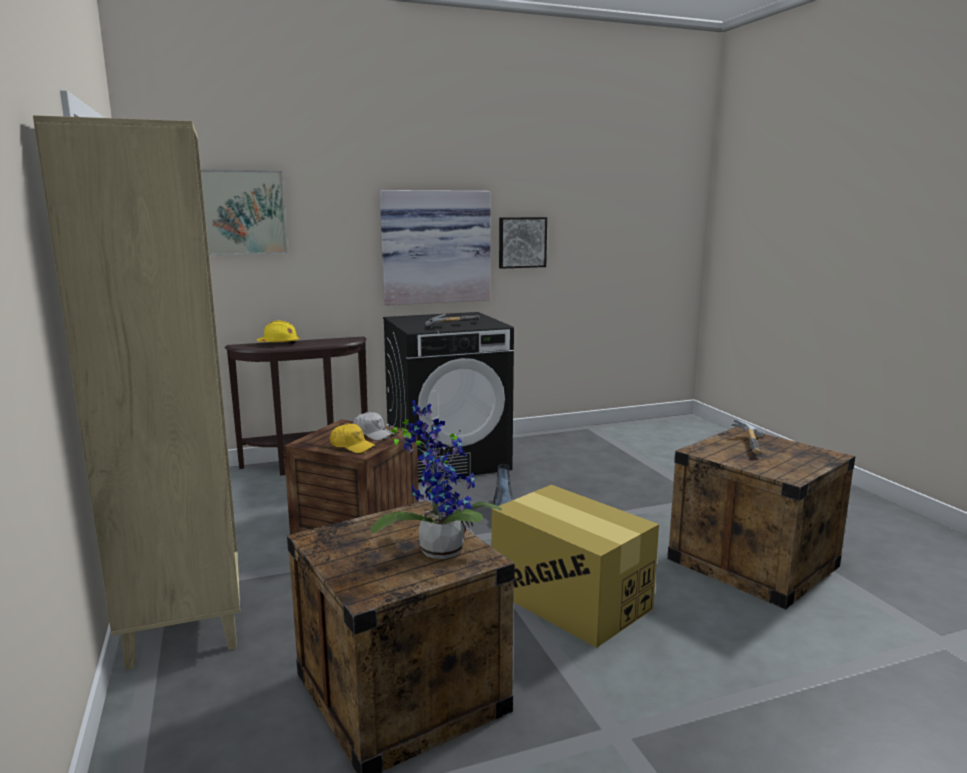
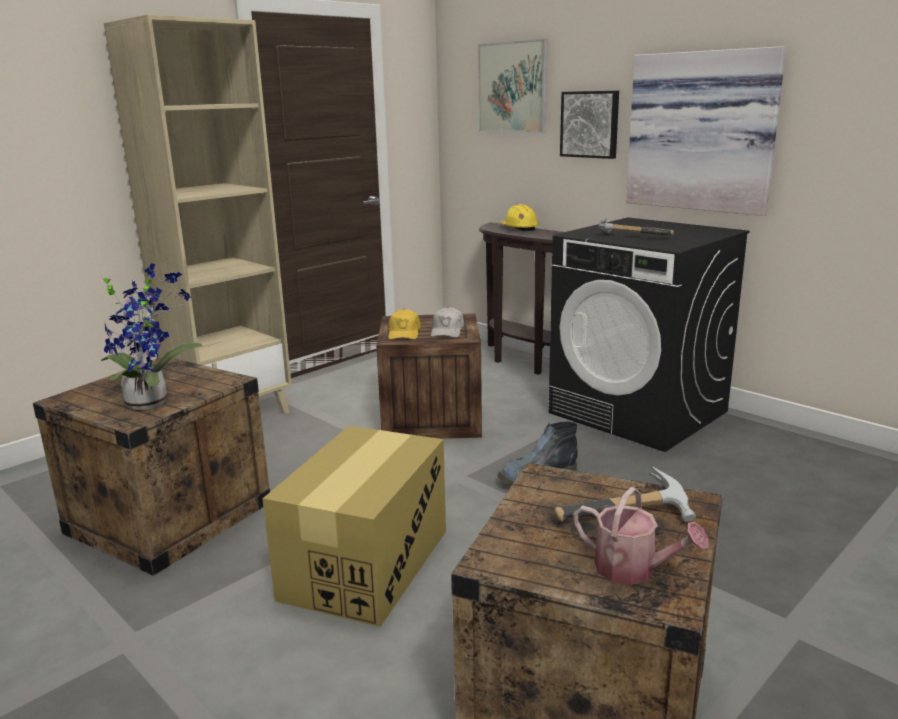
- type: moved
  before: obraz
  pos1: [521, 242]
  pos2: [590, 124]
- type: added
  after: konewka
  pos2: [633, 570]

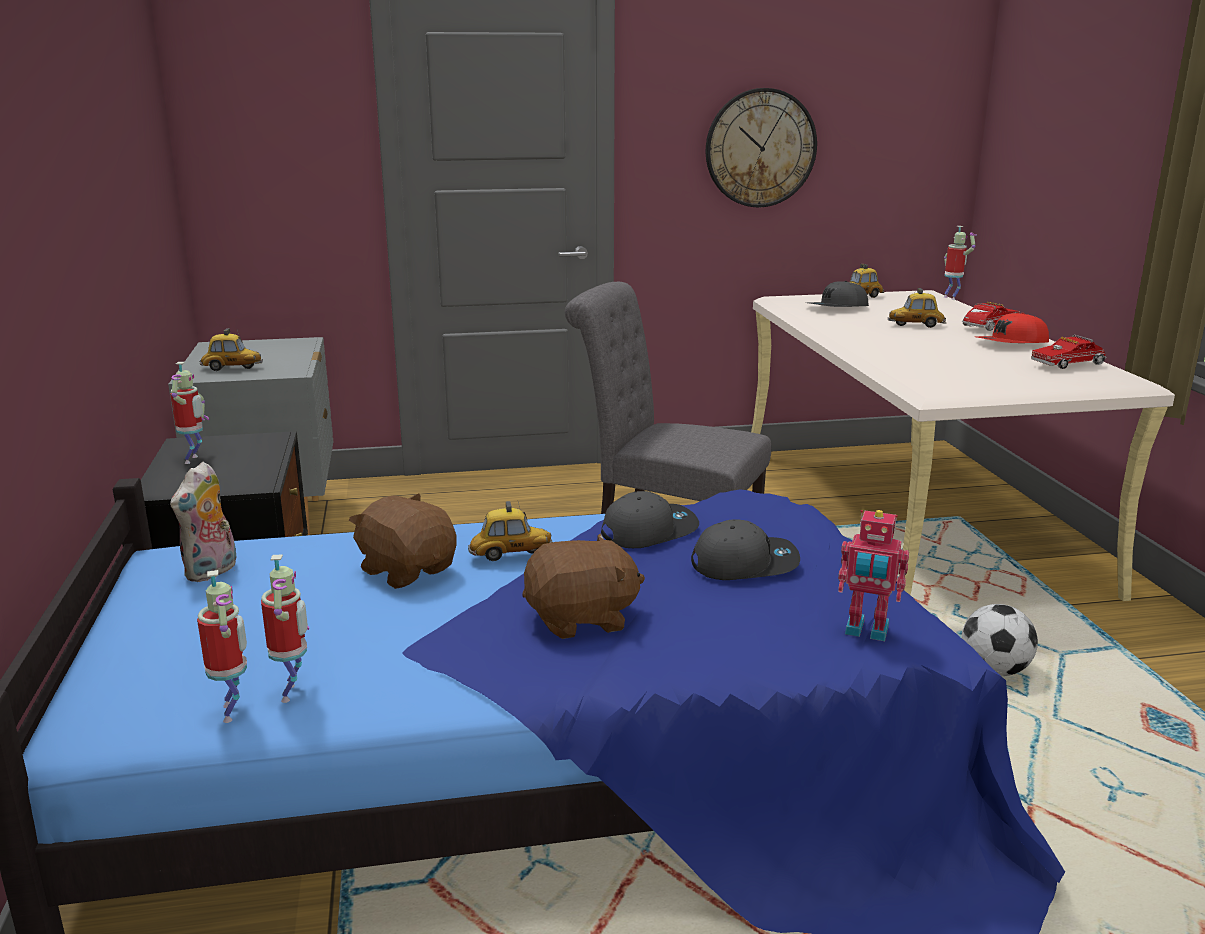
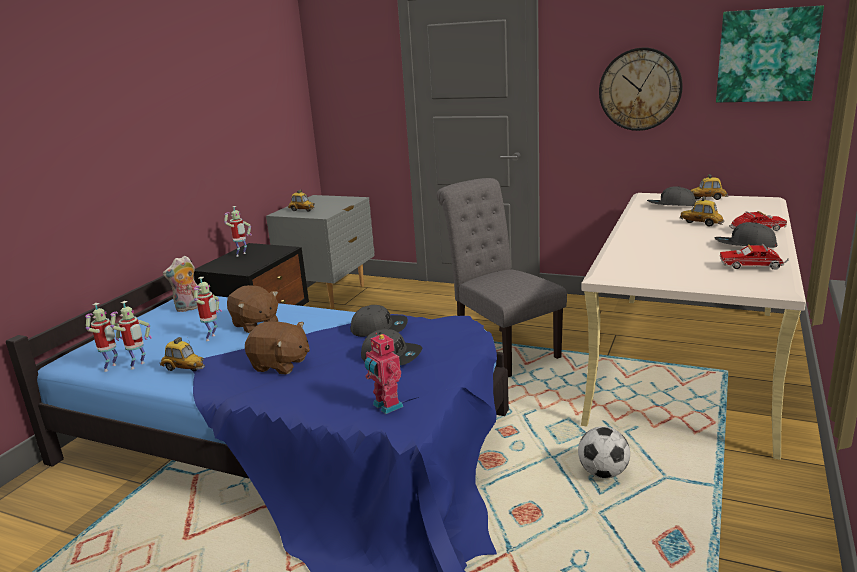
- type: moved
  before: robot zabawkowy
  pos1: [951, 298]
  pos2: [212, 338]
- type: recoloured
  before: czapka z daszkiem/czerwony
  after: czapka z daszkiem/szary
  pos1: [1011, 344]
  pos2: [744, 245]
- type: turned
  before: pluszak/brązowy
  pos1: [407, 570]
  pos2: [255, 324]
  turn: 150
- type: moved
  before: samochodzik
  pos1: [510, 554]
  pos2: [184, 368]
- type: added
  after: obraz
  pos2: [767, 55]

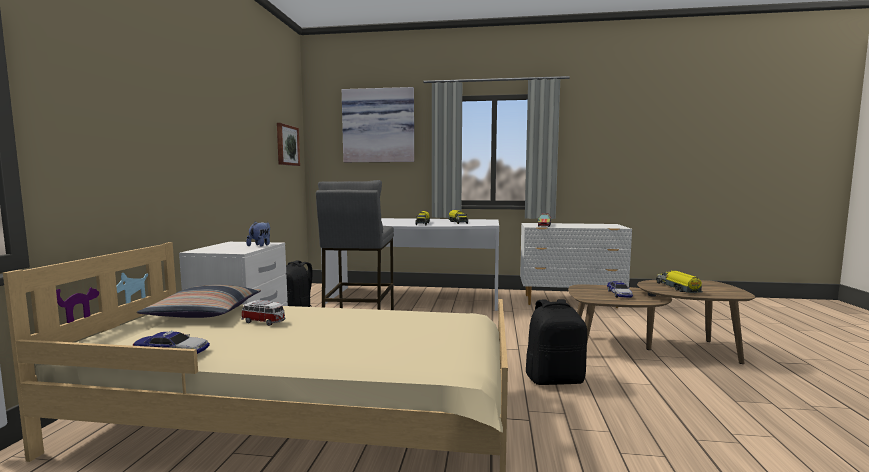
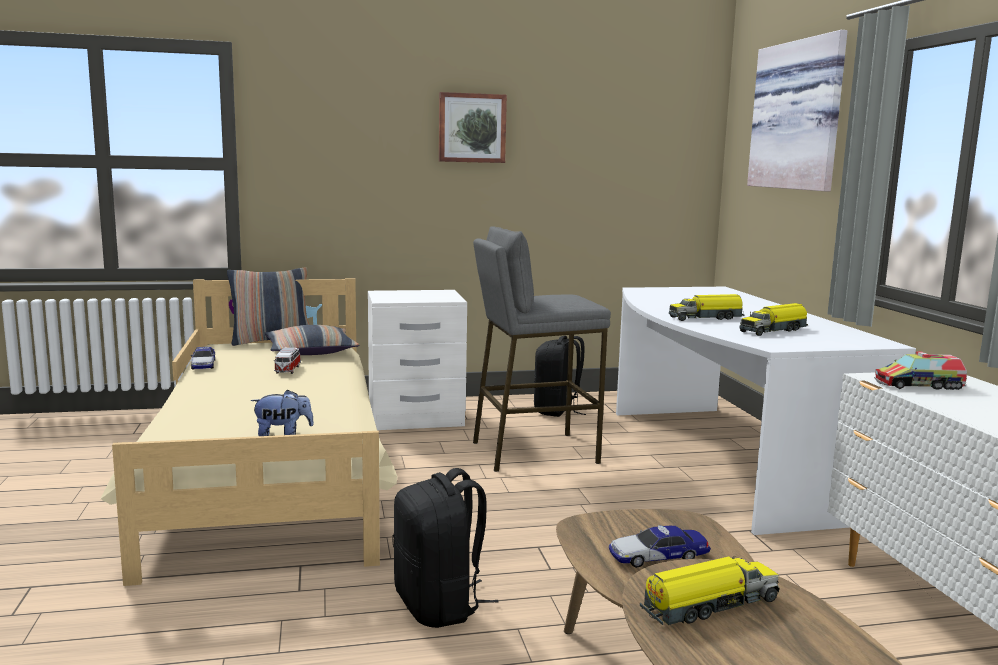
- type: moved
  before: obraz
  pos1: [287, 145]
  pos2: [472, 128]
- type: moved
  before: pluszak
  pos1: [260, 245]
  pos2: [283, 434]
- type: added
  after: poduszka
  pos2: [271, 341]

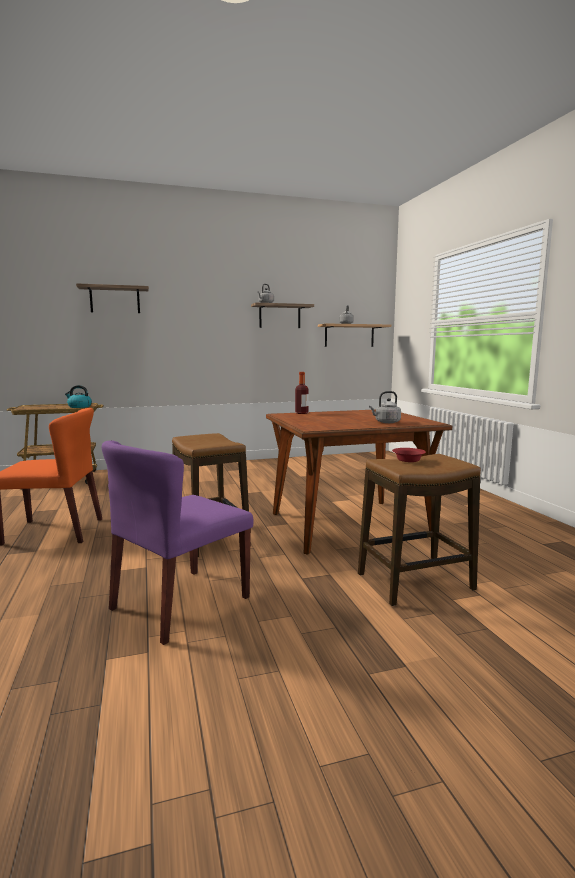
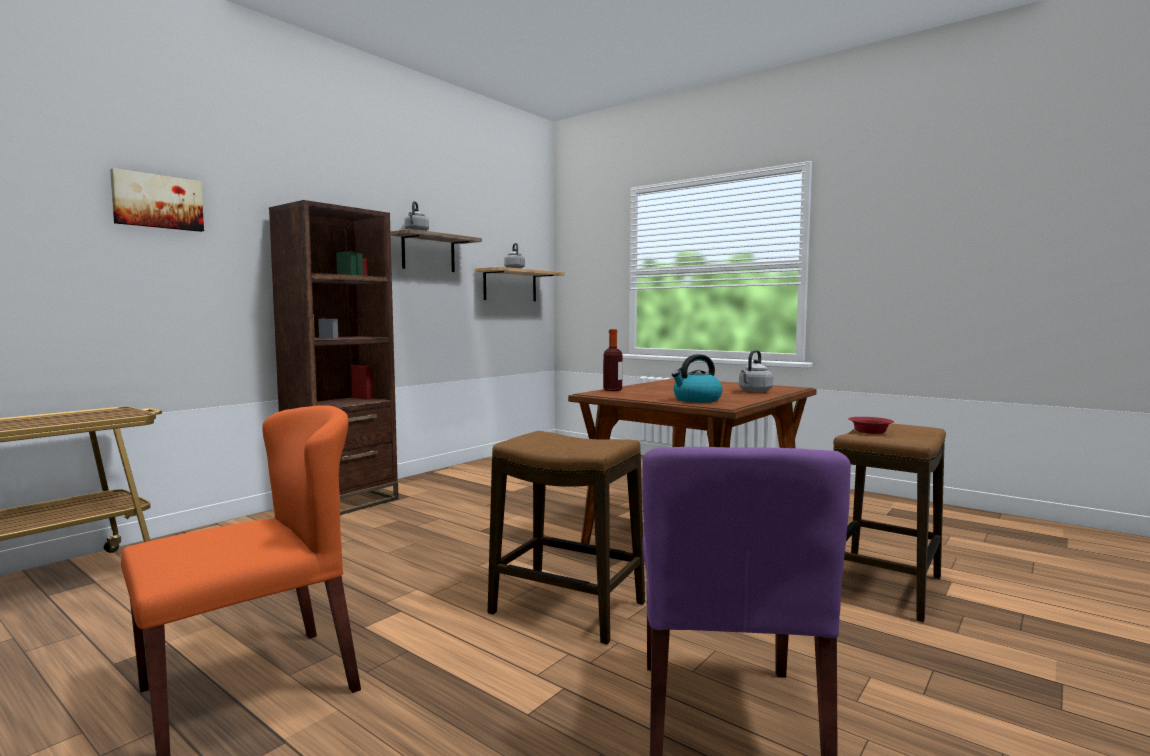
- type: replaced
  before: półka
  after: obraz
  pos1: [115, 300]
  pos2: [158, 202]
- type: moved
  before: czajnik
  pos1: [79, 407]
  pos2: [696, 400]
- type: added
  after: regał/brązowy
  pos2: [342, 504]

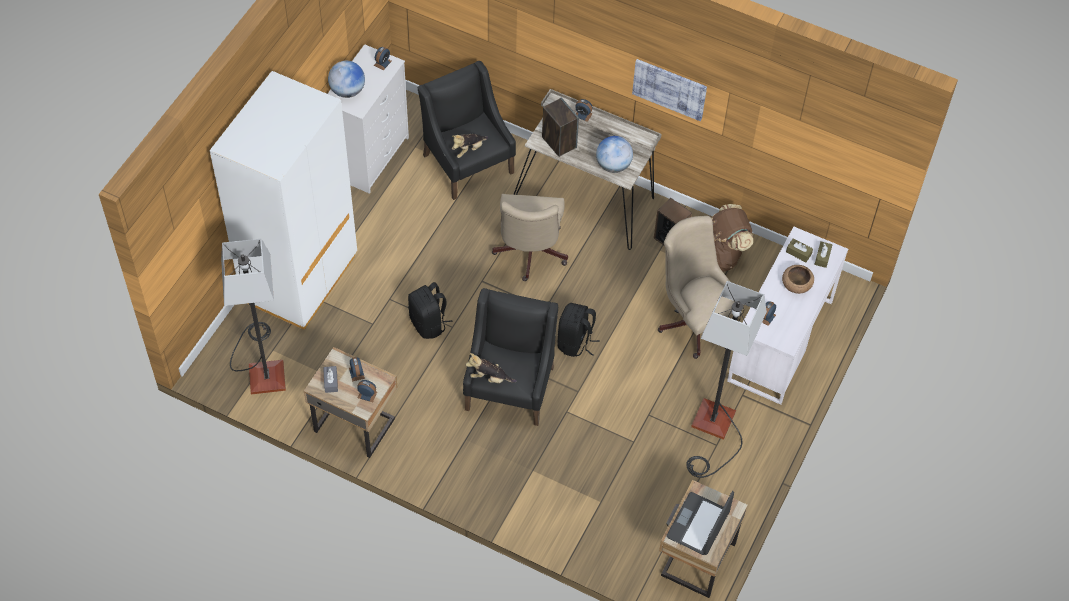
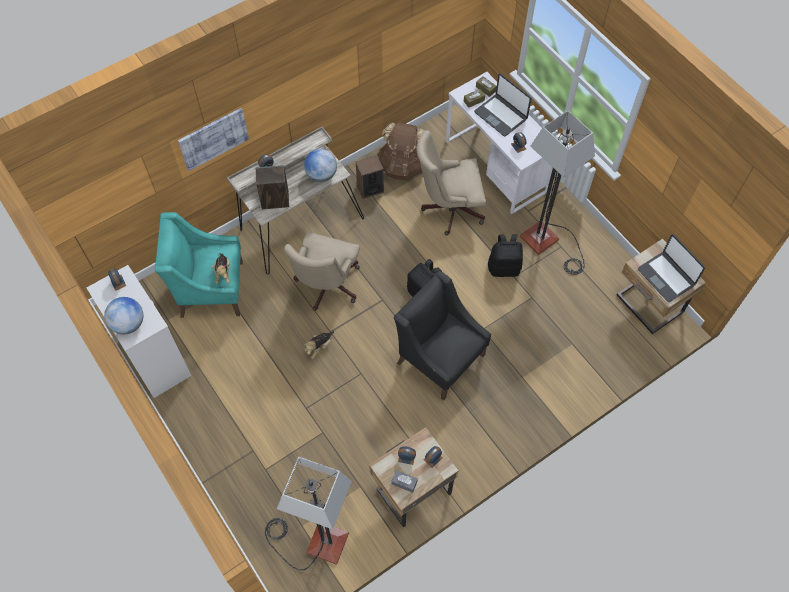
- type: moved
  before: obraz
  pos1: [669, 89]
  pos2: [213, 138]
- type: recoloured
  before: fotel/czarny
  after: fotel/turkusowy
  pos1: [468, 163]
  pos2: [210, 288]
- type: removed
  before: szafa/biały
  pos1: [300, 280]
- type: turned
  before: krzesło biurowe/beżowy
  pos1: [529, 254]
  pos2: [326, 287]
  turn: 75
- type: replaced
  before: miska/brązowy
  after: laptop
  pos1: [796, 285]
  pos2: [501, 115]
- type: moved
  before: plecak/czarny
  pos1: [429, 324]
  pos2: [504, 267]
- type: moved
  before: pluszak
  pos1: [490, 378]
  pos2: [319, 347]

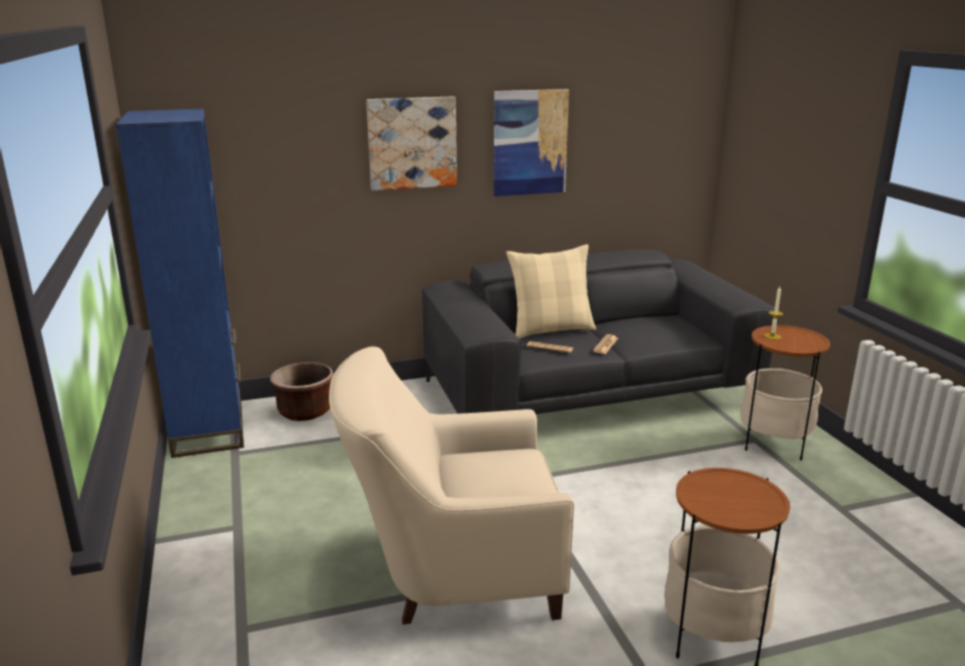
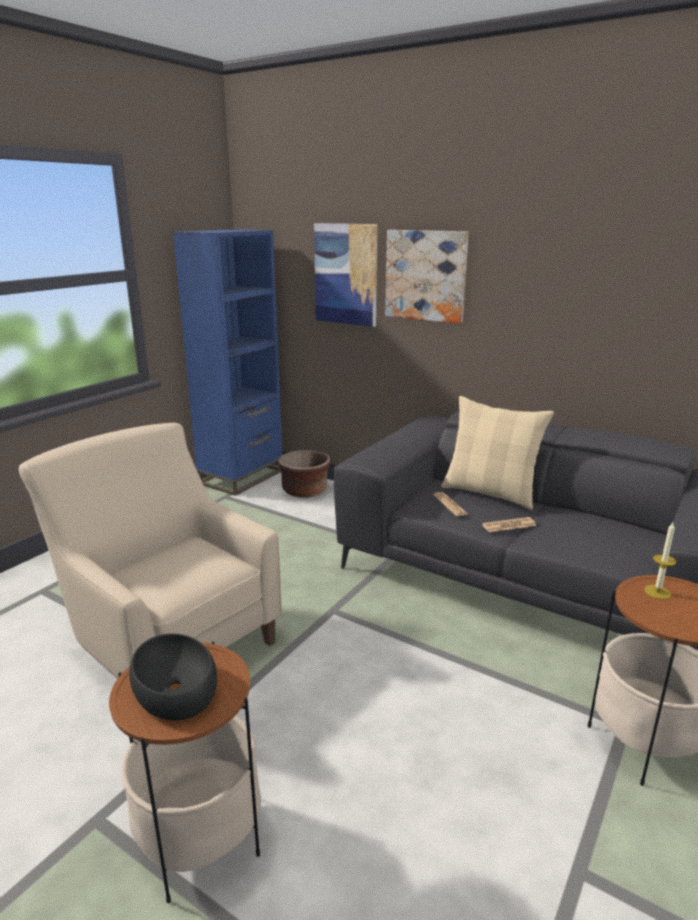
- type: moved
  before: obraz
  pos1: [530, 142]
  pos2: [346, 274]
- type: added
  after: miska/czarny
  pos2: [176, 688]

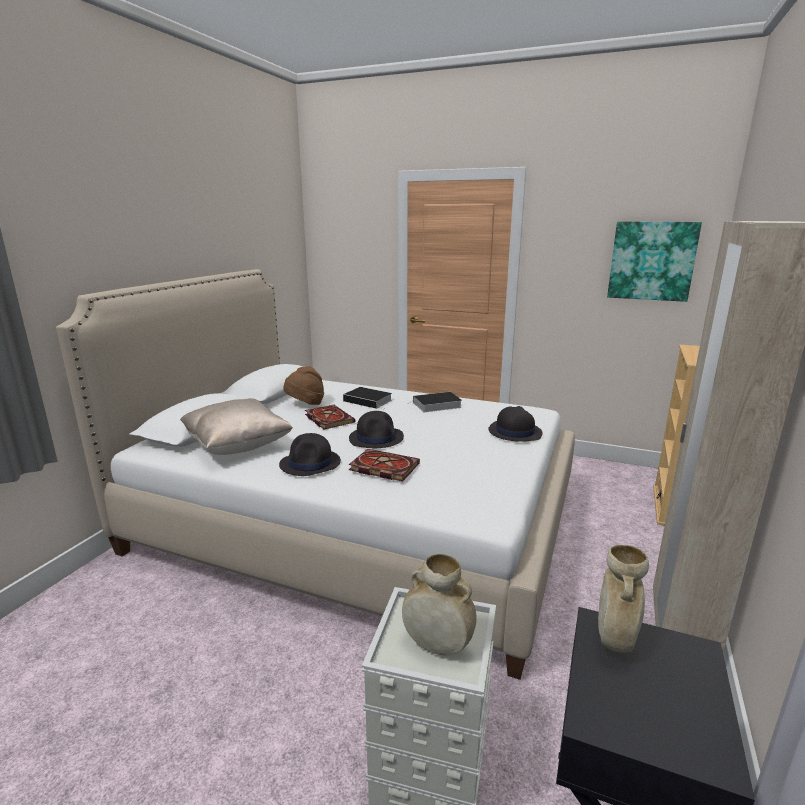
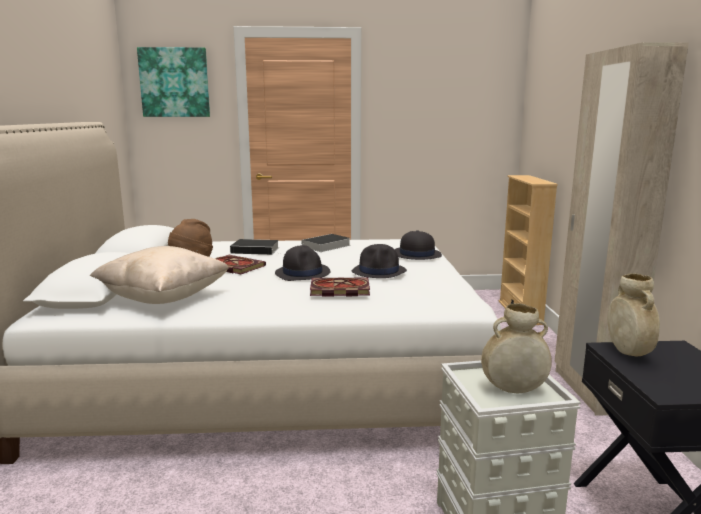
- type: moved
  before: obraz
  pos1: [651, 261]
  pos2: [174, 82]
- type: moved
  before: kapelusz/czarny
  pos1: [310, 463]
  pos2: [379, 271]

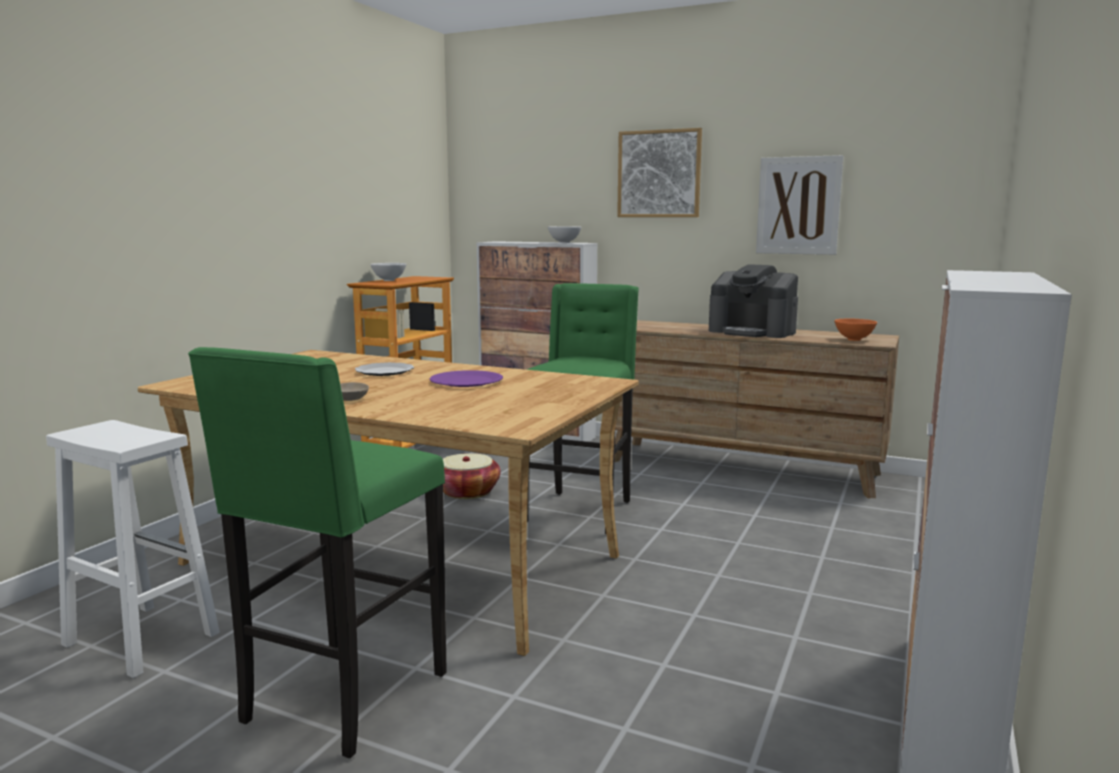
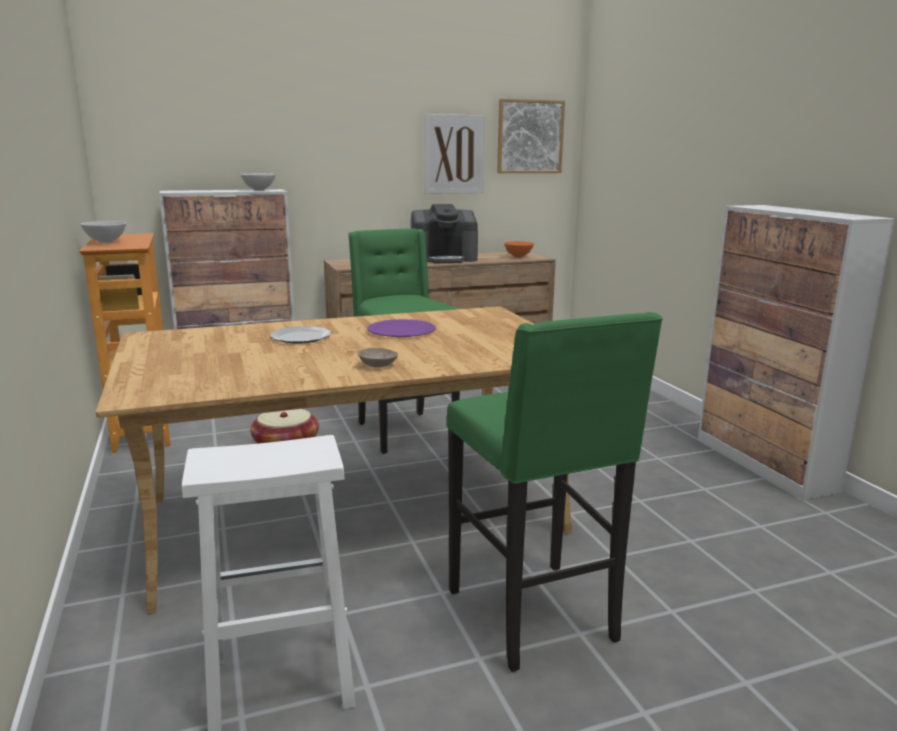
- type: moved
  before: obraz
  pos1: [659, 174]
  pos2: [530, 137]

